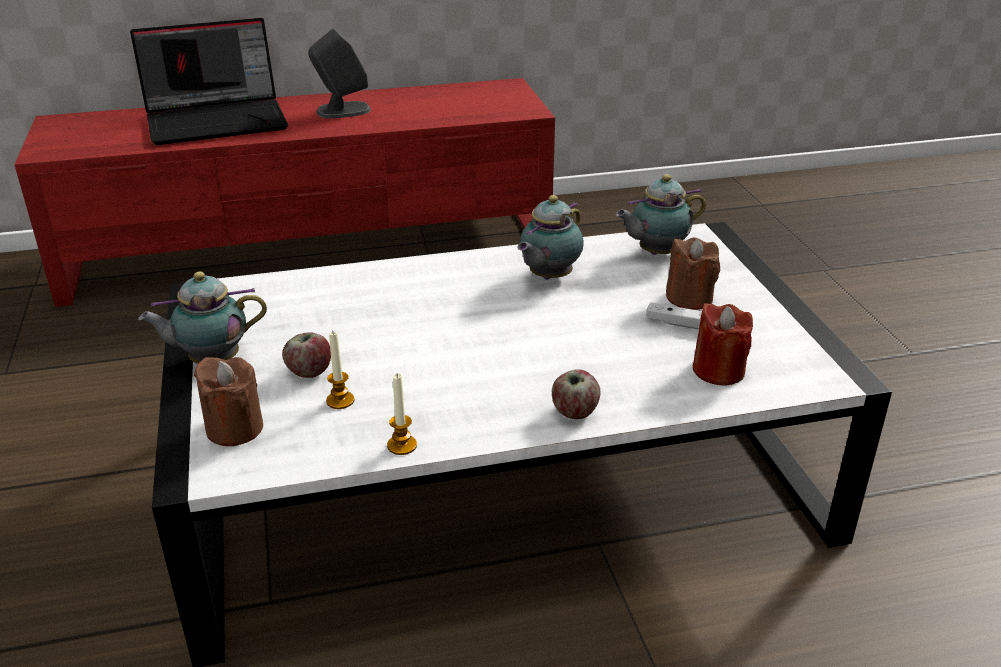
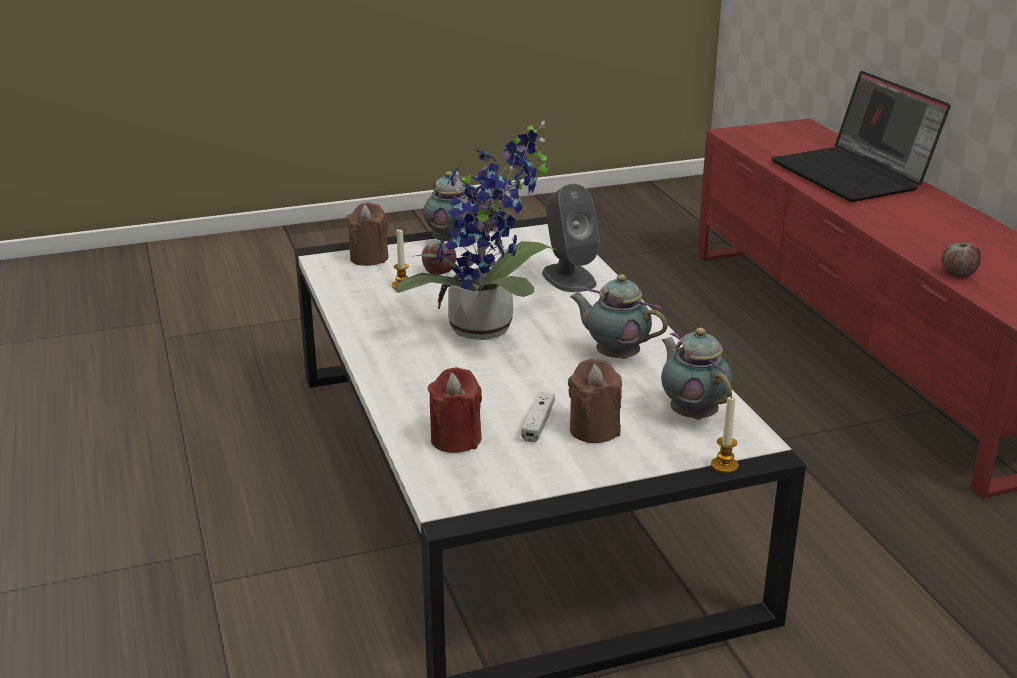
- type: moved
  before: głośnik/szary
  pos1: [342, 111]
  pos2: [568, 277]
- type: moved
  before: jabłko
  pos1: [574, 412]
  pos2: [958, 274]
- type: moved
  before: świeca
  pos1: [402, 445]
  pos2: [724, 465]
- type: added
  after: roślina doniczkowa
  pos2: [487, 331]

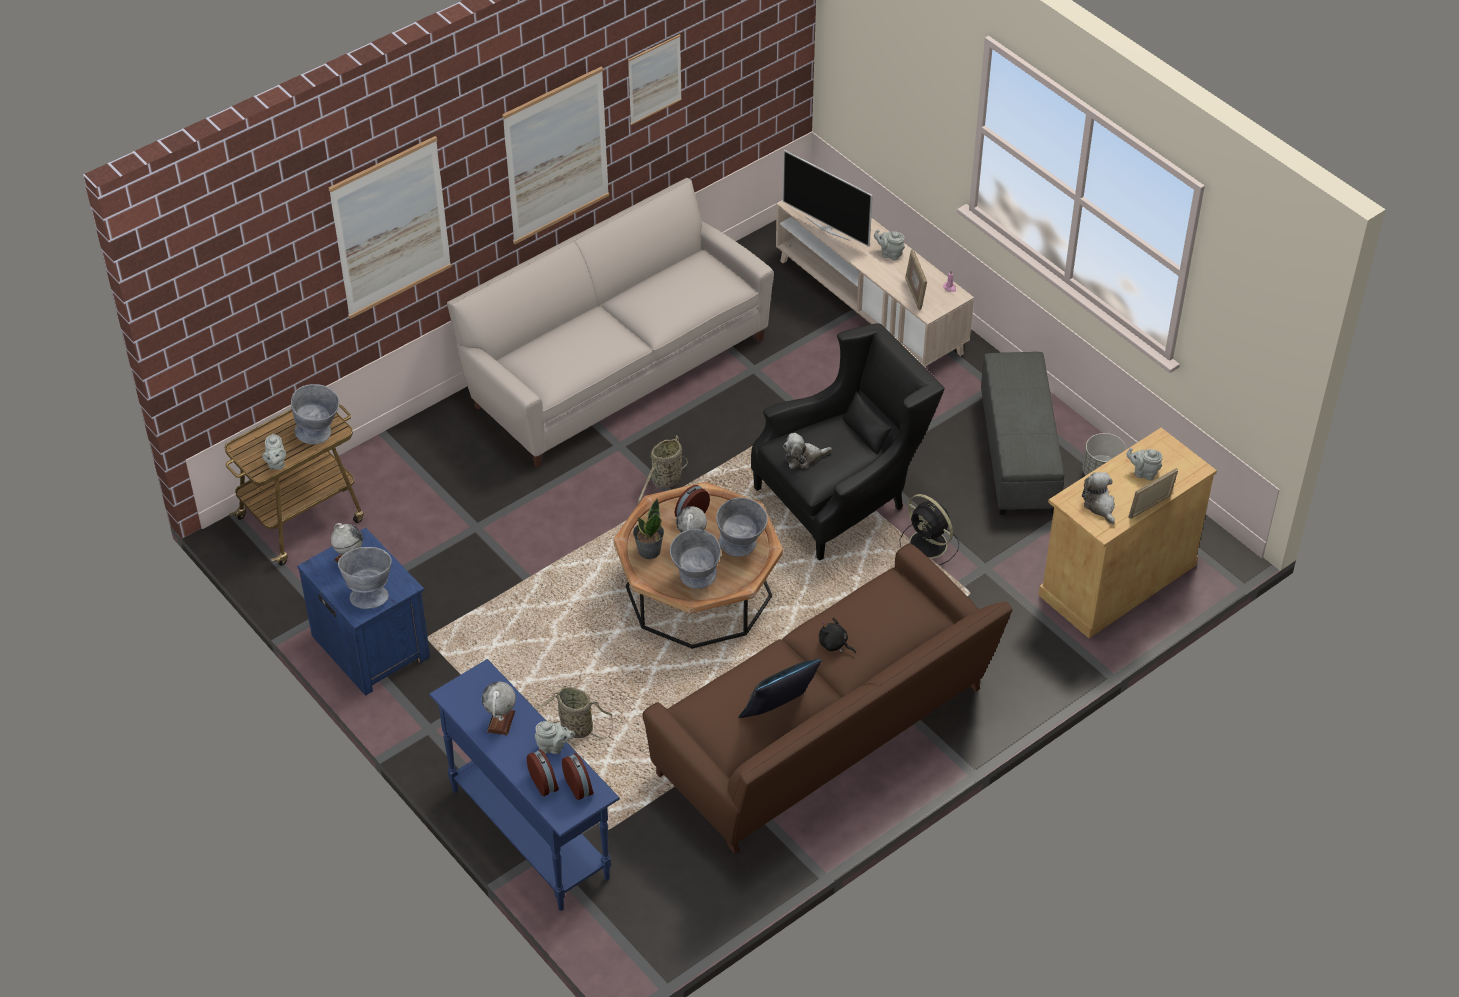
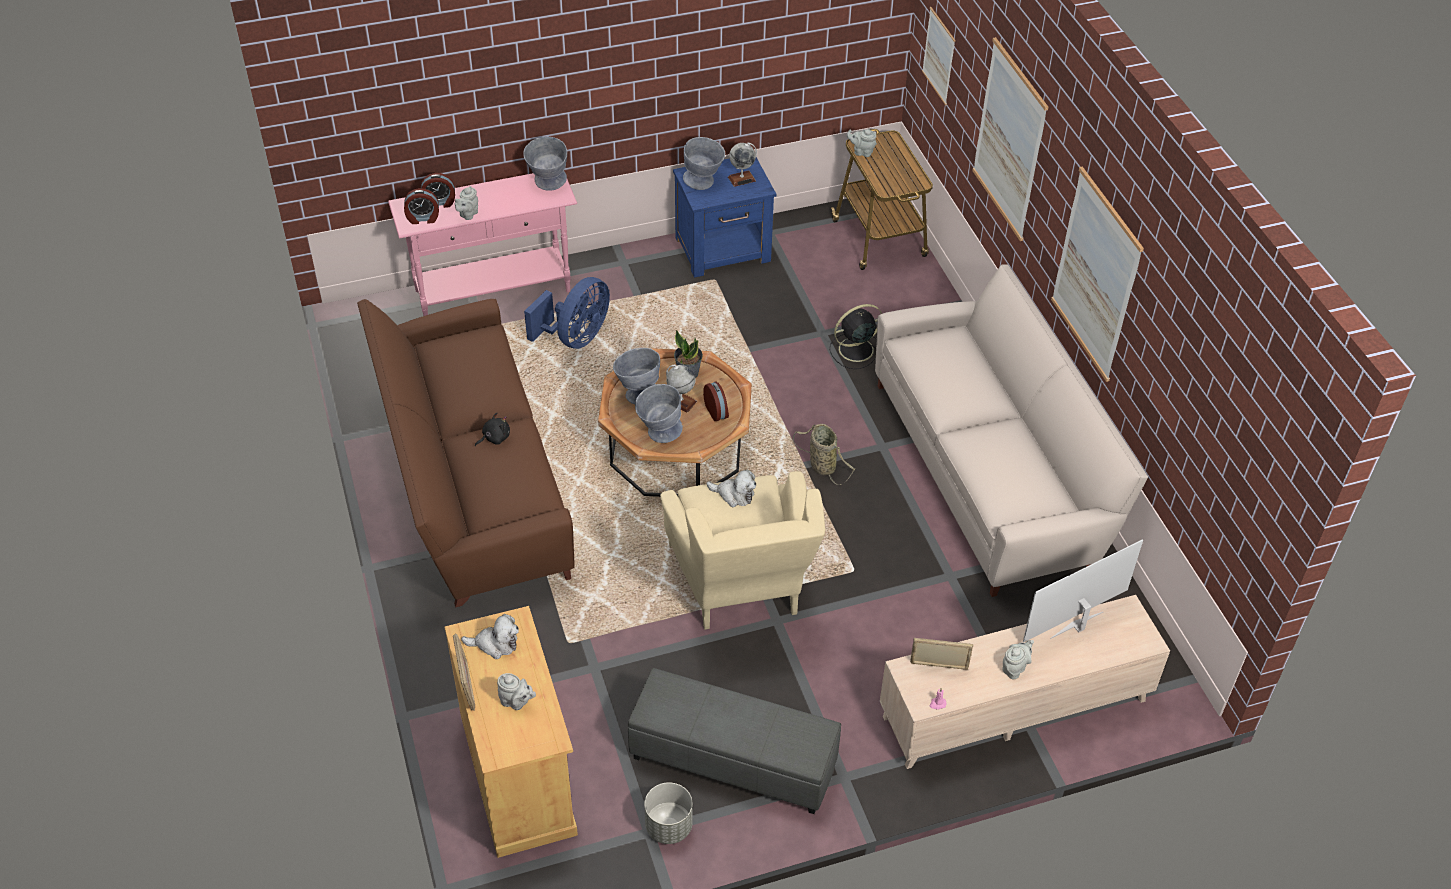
- type: moved
  before: obraz
  pos1: [654, 79]
  pos2: [938, 56]
- type: recoloured
  before: fotel/czarny
  after: fotel/beżowy
  pos1: [842, 497]
  pos2: [741, 588]
- type: moved
  before: miska/szary
  pos1: [320, 433]
  pos2: [548, 184]
- type: turned
  before: pluszak
  pos1: [804, 458]
  pos2: [734, 495]
  turn: 105
- type: turned
  before: imbryk/szary
  pos1: [1143, 473]
  pos2: [516, 702]
  turn: 75
- type: moved
  before: wentylator/czarny
  pos1: [929, 545]
  pos2: [854, 350]
- type: recoloured
  before: stolik konsolowy/niebieski
  after: stolik konsolowy/różowy
  pos1: [530, 833]
  pos2: [493, 291]
- type: removed
  before: poduszka/niebieski
  pos1: [779, 711]
- type: removed
  before: globus
  pos1: [501, 721]
- type: replaced
  before: koszyk
  after: wentylator/niebieski
  pos1: [574, 728]
  pos2: [575, 337]

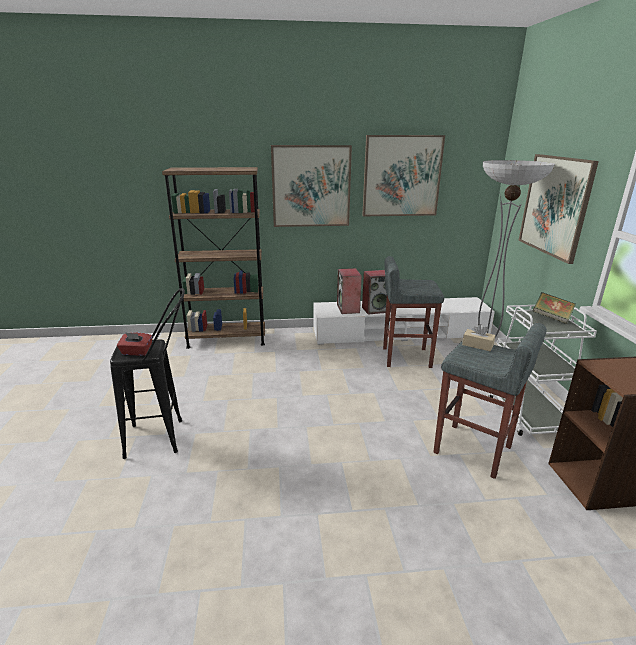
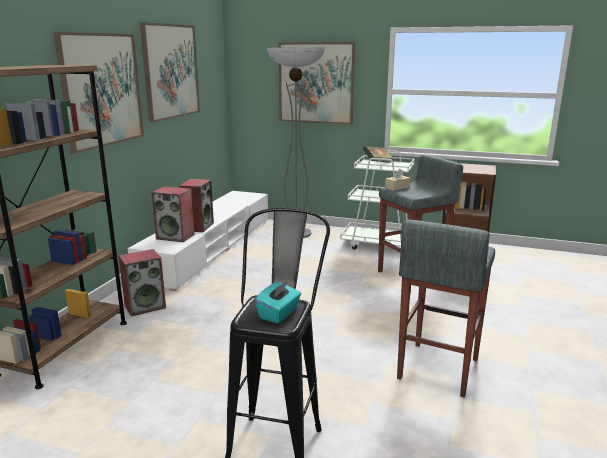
- type: moved
  before: stołek/szary
  pos1: [405, 357]
  pos2: [436, 369]
- type: recoloured
  before: pudełko chusteczek/czerwony
  after: pudełko chusteczek/turkusowy
  pos1: [136, 352]
  pos2: [279, 314]
- type: added
  after: głośnik
  pos2: [145, 306]

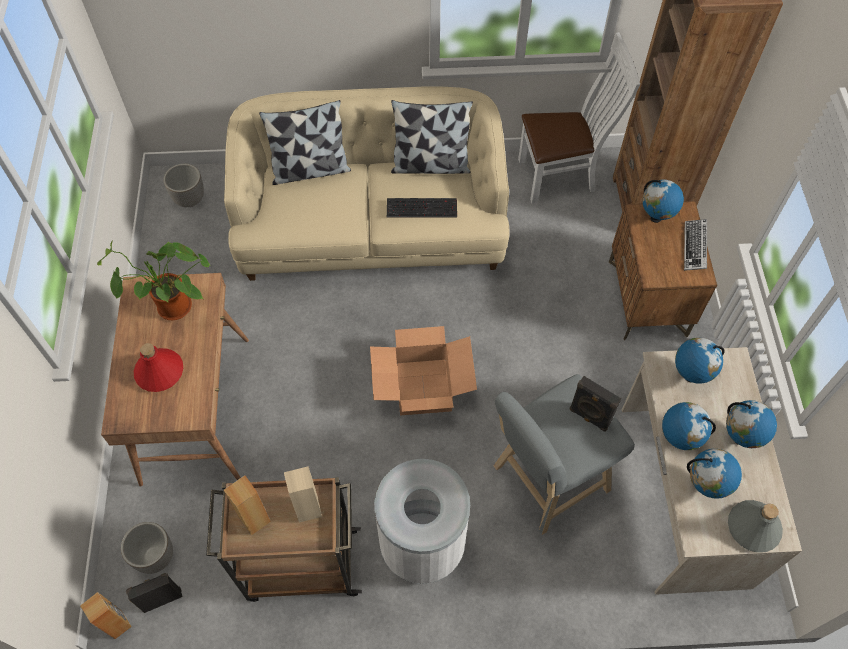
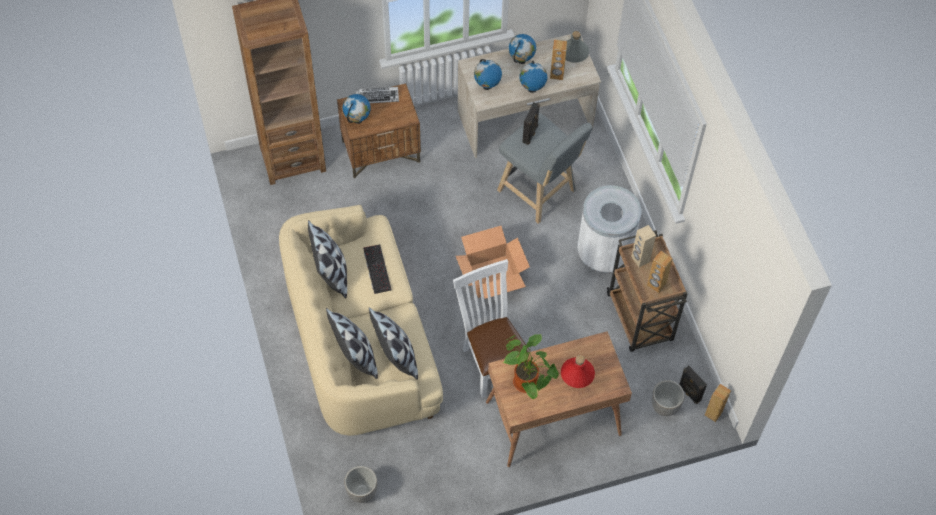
- type: moved
  before: krzesło/biały
  pos1: [561, 176]
  pos2: [491, 361]
- type: replaced
  before: globus
  after: głośnik/brązowy
  pos1: [705, 486]
  pos2: [557, 75]
- type: added
  after: poduszka
  pos2: [396, 356]

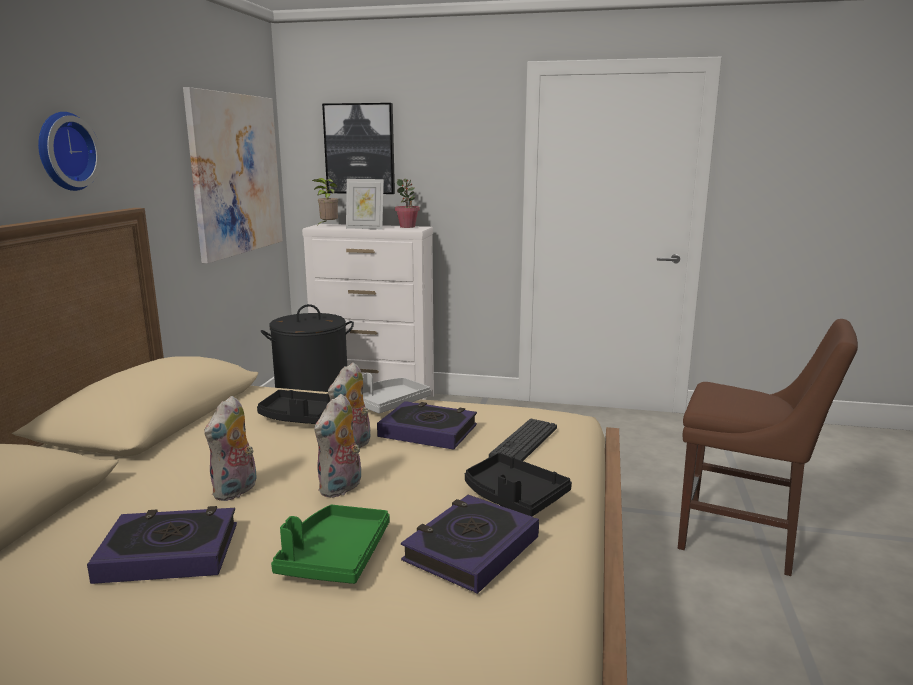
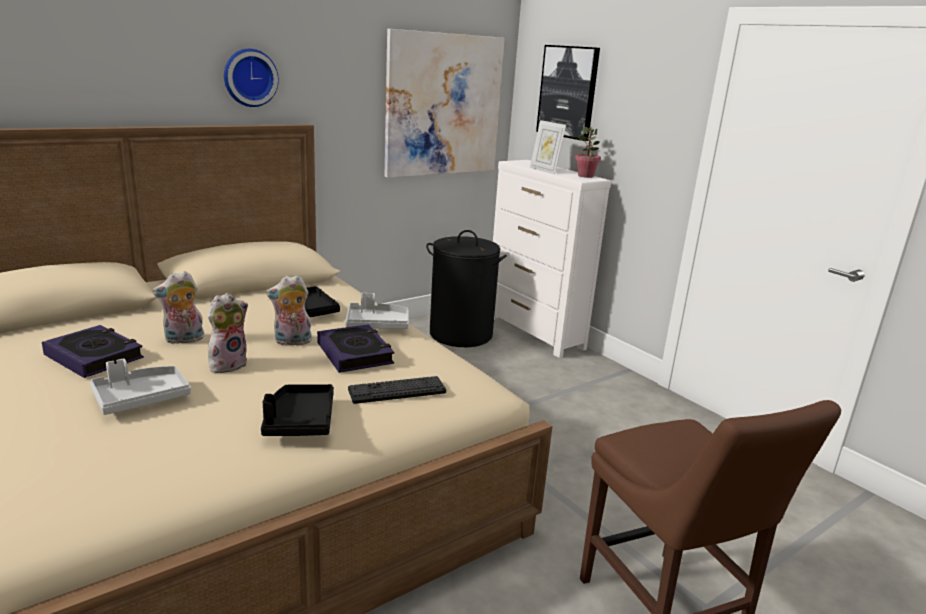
- type: removed
  before: roślina doniczkowa
  pos1: [327, 226]
- type: turned
  before: pluszak
  pos1: [341, 488]
  pos2: [228, 364]
  turn: 150
- type: removed
  before: książka
  pos1: [471, 549]
- type: recoloured
  before: taca/zielony
  after: taca/szary
  pos1: [334, 556]
  pos2: [141, 398]

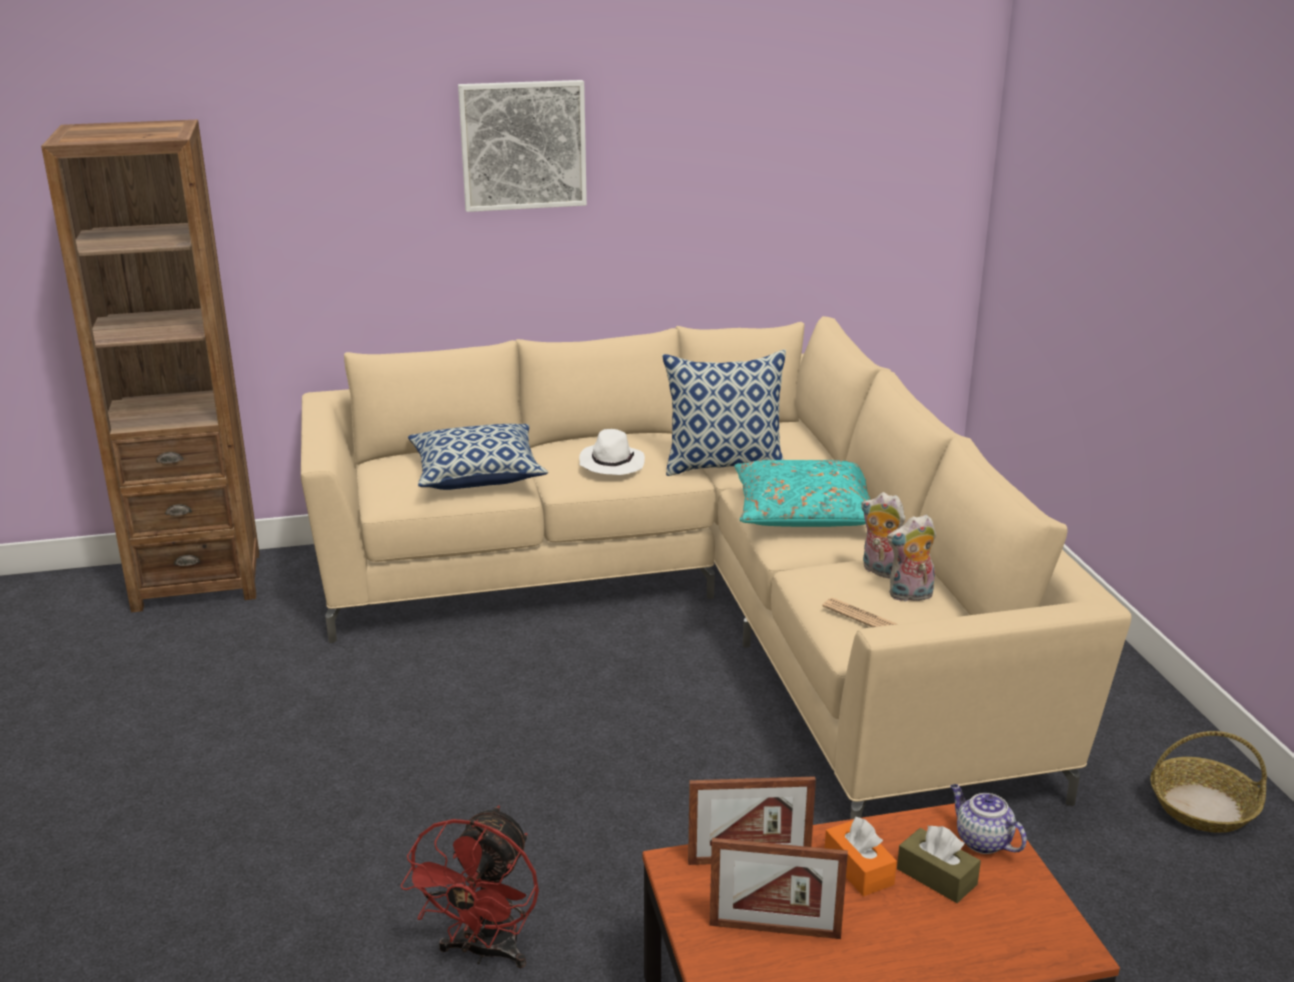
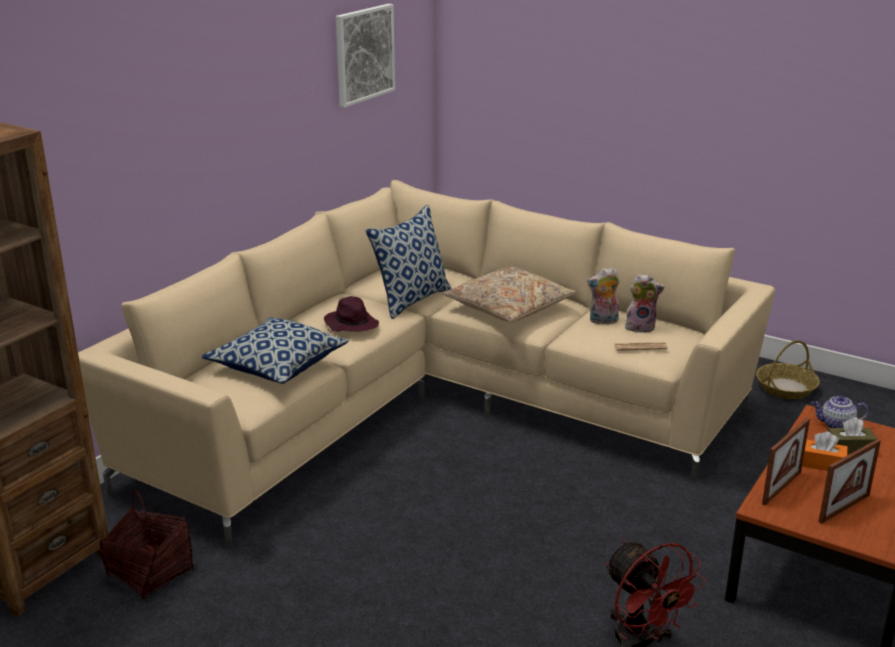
- type: moved
  before: obraz
  pos1: [523, 145]
  pos2: [364, 54]
- type: recoloured
  before: kapelusz/biały
  after: kapelusz/fioletowy
  pos1: [611, 464]
  pos2: [351, 324]
- type: recoloured
  before: poduszka/turkusowy
  after: poduszka/beżowy
  pos1: [804, 511]
  pos2: [509, 307]
- type: turned
  before: pluszak
  pos1: [910, 596]
  pos2: [641, 327]
  turn: -120
- type: added
  after: koszyk
  pos2: [150, 573]

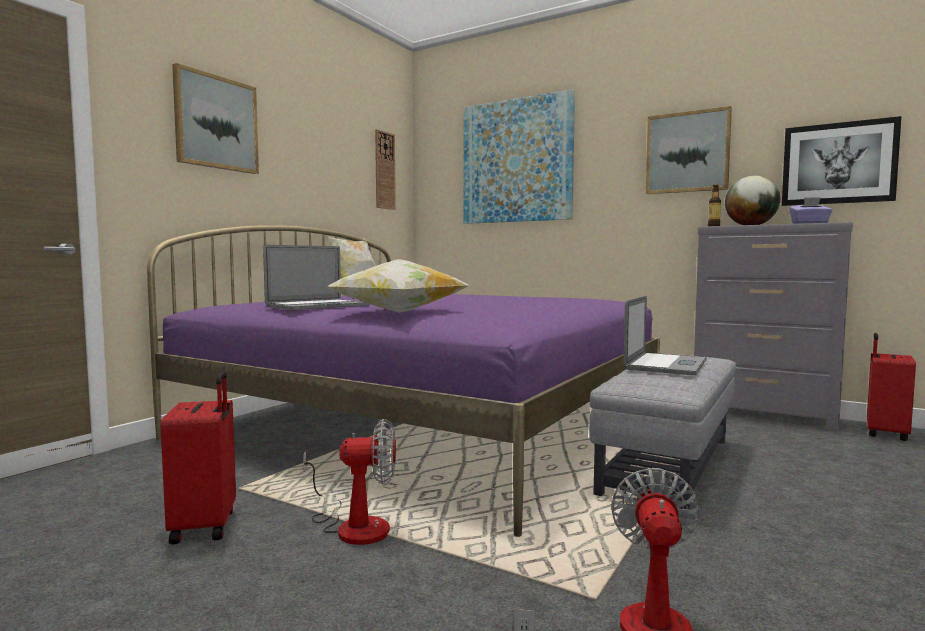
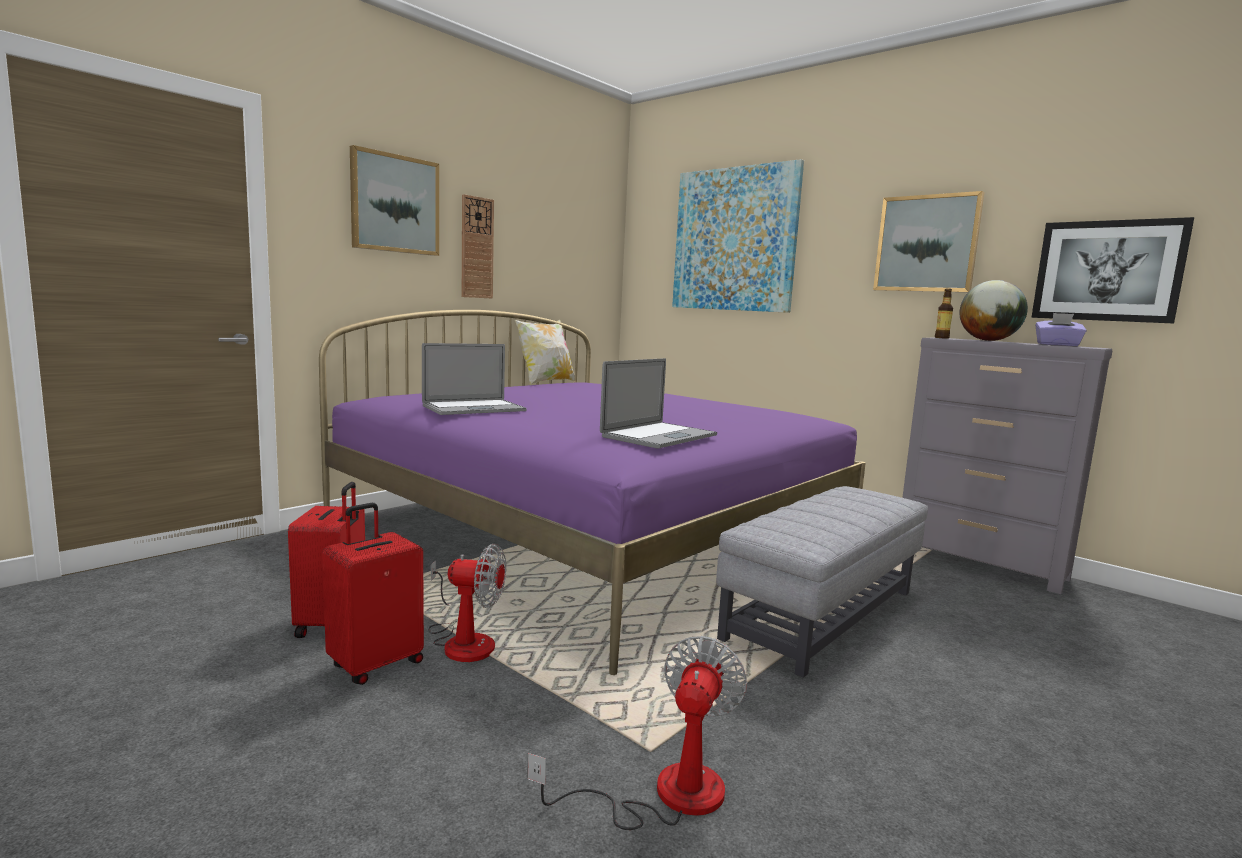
- type: moved
  before: zegar ścienny
  pos1: [384, 170]
  pos2: [477, 248]
- type: removed
  before: poduszka
  pos1: [399, 312]
- type: moved
  before: laptop
  pos1: [666, 364]
  pos2: [659, 436]
- type: moved
  before: walizka/czerwony
  pos1: [884, 434]
  pos2: [375, 664]

